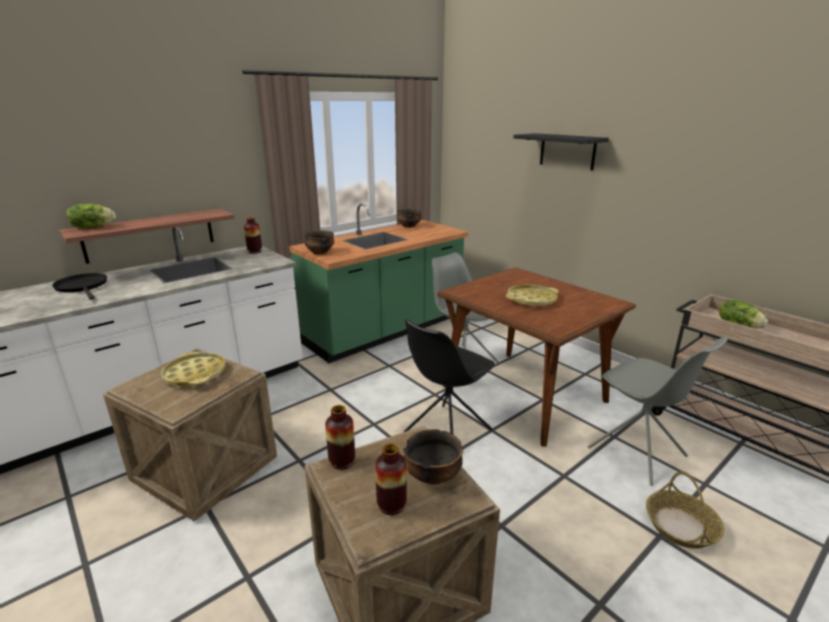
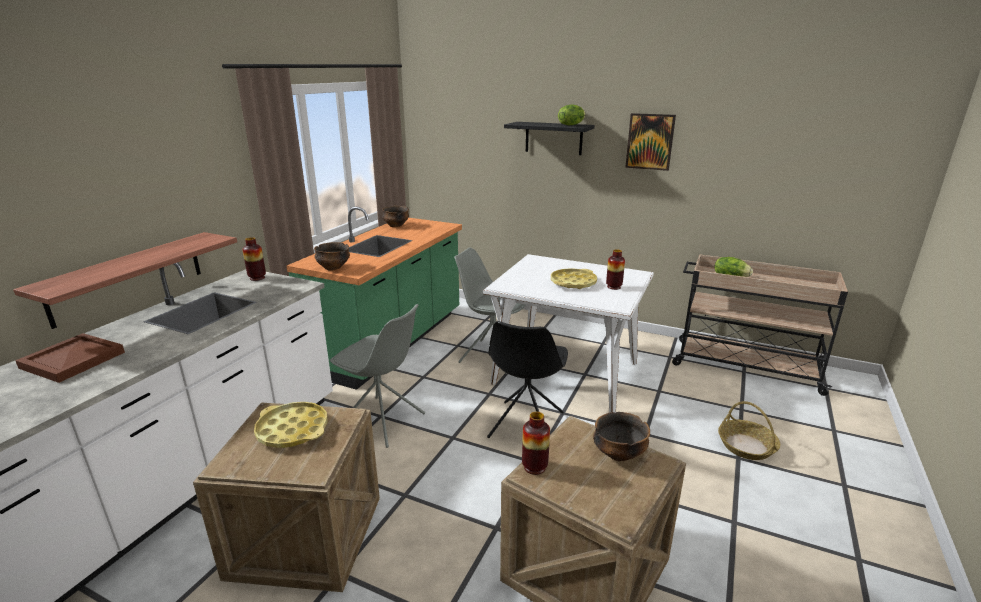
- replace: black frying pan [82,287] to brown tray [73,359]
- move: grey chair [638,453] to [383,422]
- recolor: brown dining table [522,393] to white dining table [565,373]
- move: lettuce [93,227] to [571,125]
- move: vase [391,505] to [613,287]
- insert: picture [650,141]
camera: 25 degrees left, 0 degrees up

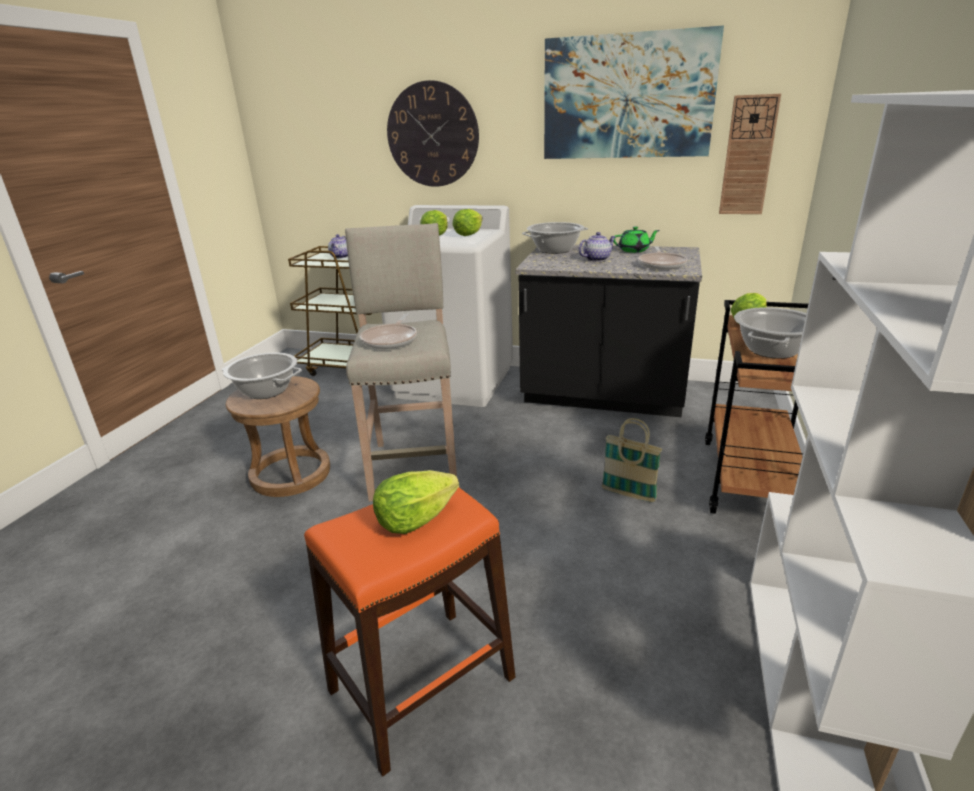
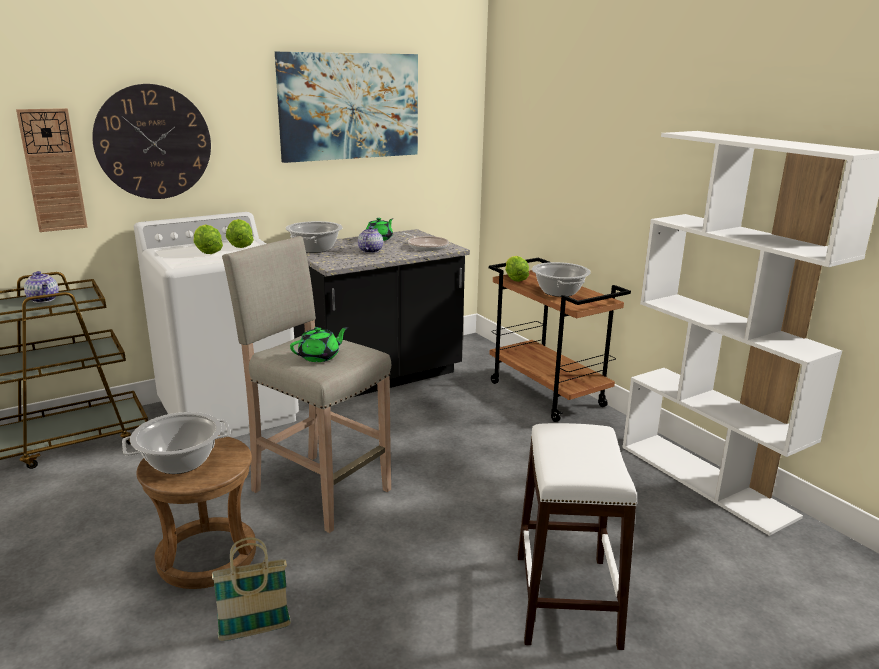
- move: wall clock [748,156] to [53,170]
- move: basket [628,494] to [255,631]
- replace: frying pan [391,339] to green teapot [320,357]
- recolor: orange stool [423,684] to white stool [567,599]
- delete: lettuce [414,520]
camera: 50 degrees left, 5 degrees down

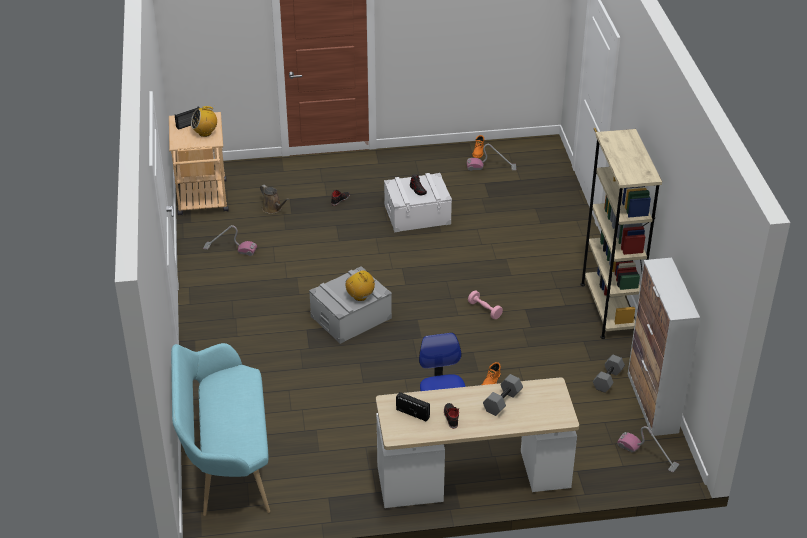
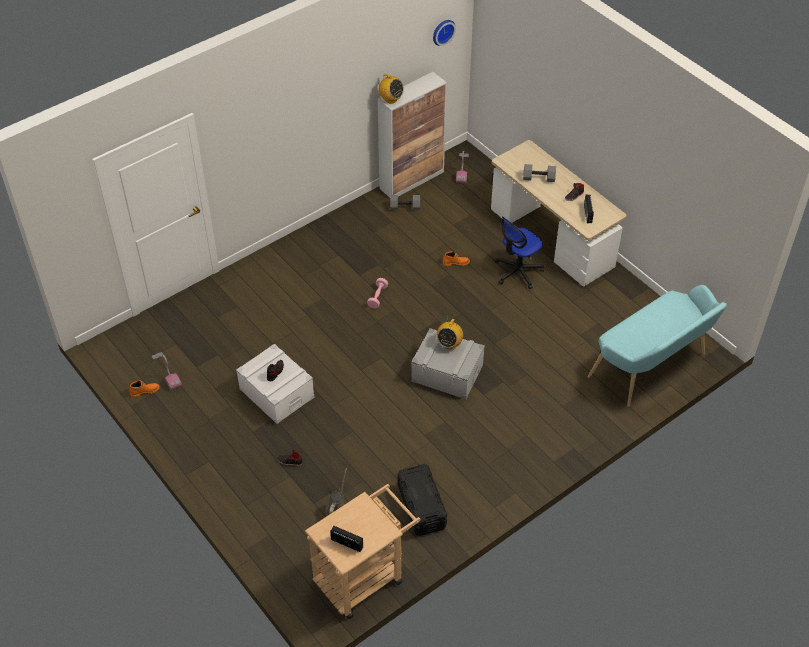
- move: radio [205,133] to [390,99]
- replace: vacuum cleaner [230,249] to black storage box [421,507]
- insert: wall clock [442,31]
- delete: beige bookcase [609,308]
camera: 120 degrees left, 10 degrees up

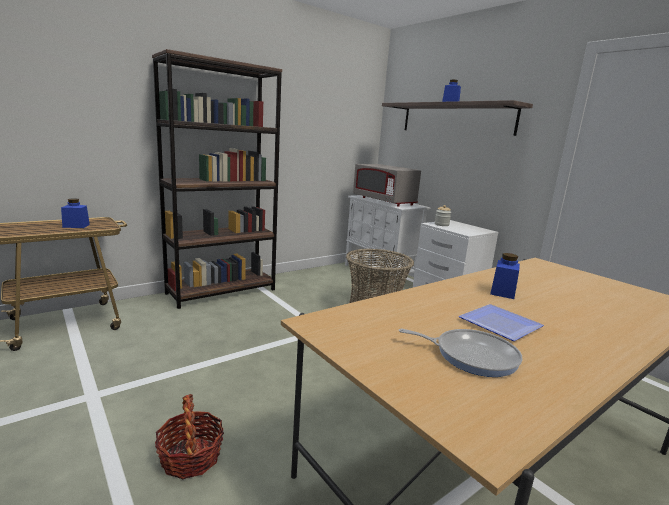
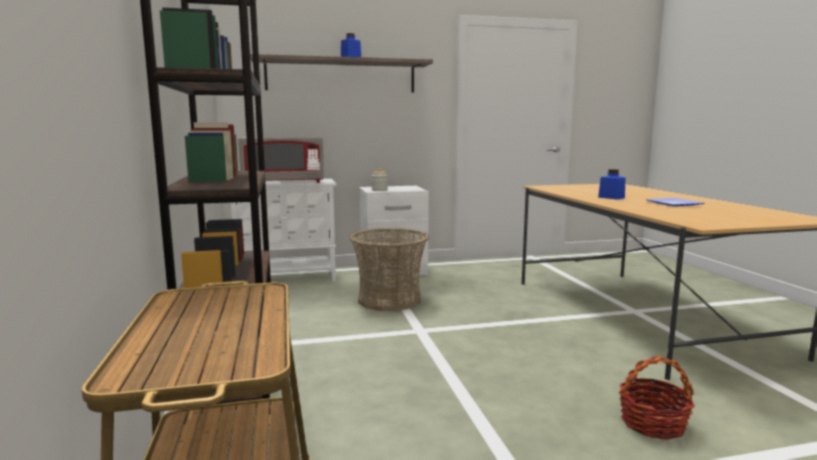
- delete: blue jar [76,226]
- delete: frying pan [471,356]
camera: 65 degrees left, 5 degrees down

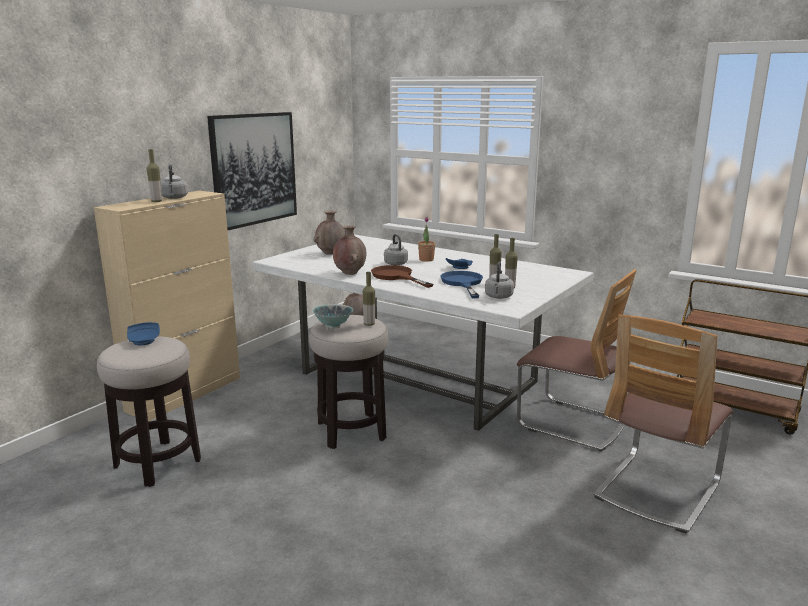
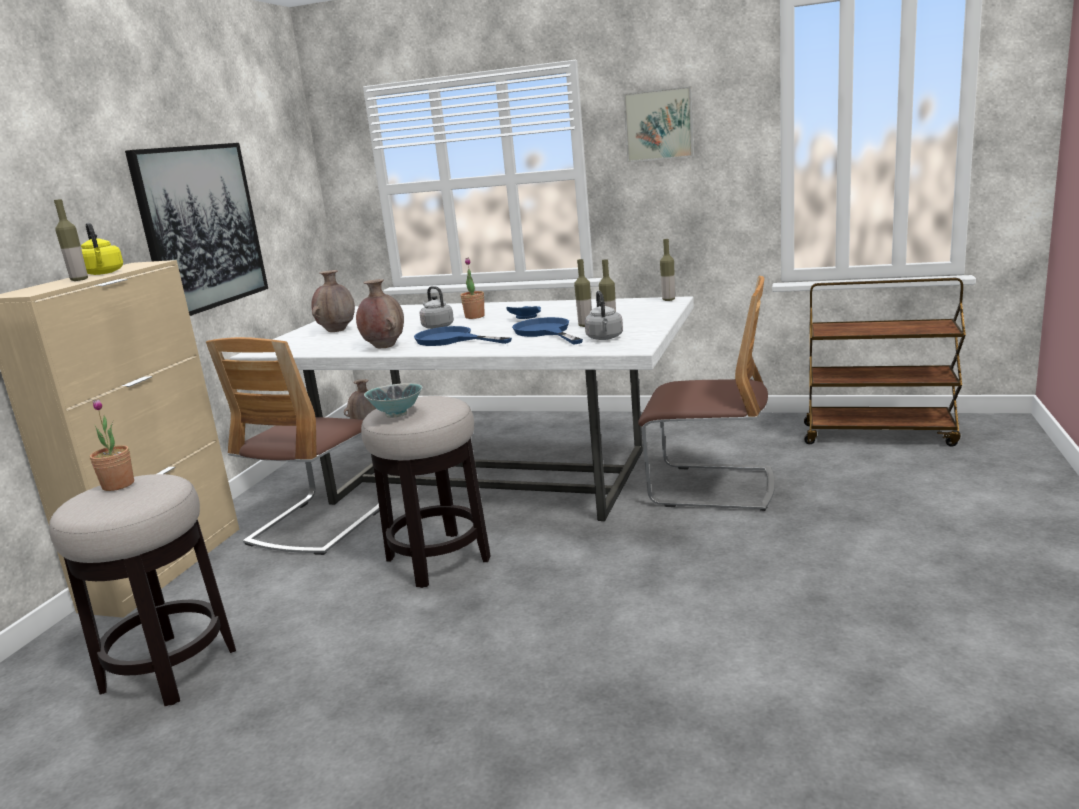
- recolor: grey kettle [174,198] to yellow kettle [103,273]
- replace: blue plate [144,340] to potted plant [118,485]
- move: chair [657,490] to [318,524]
- recolor: brown frying pan [396,276] to blue frying pan [451,340]
- insert: picture [659,125]
- move: bottle [369,324] to [668,300]
camera: 15 degrees left, 0 degrees up

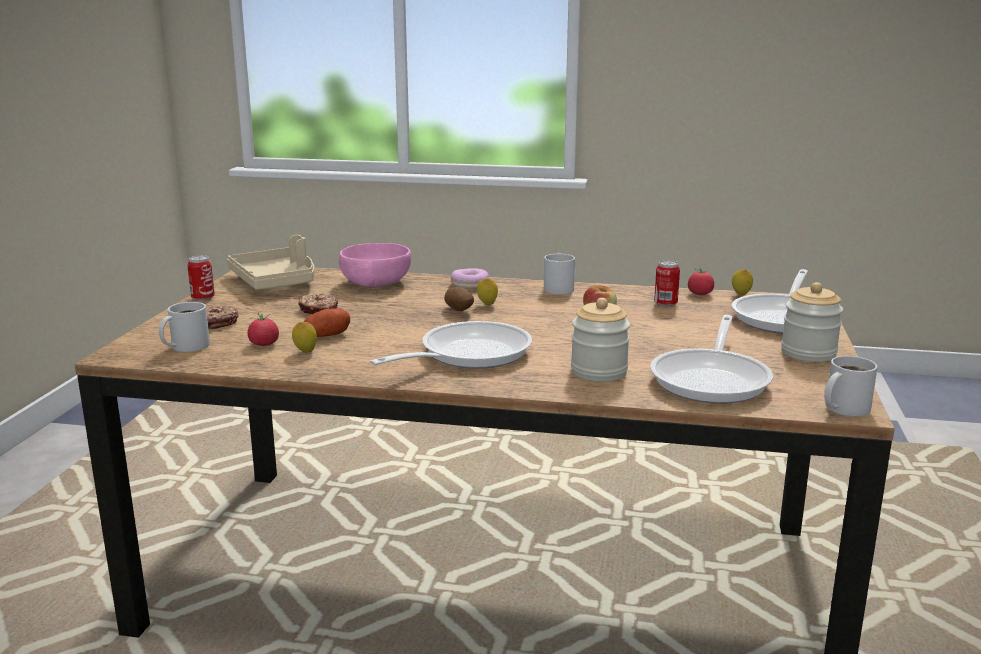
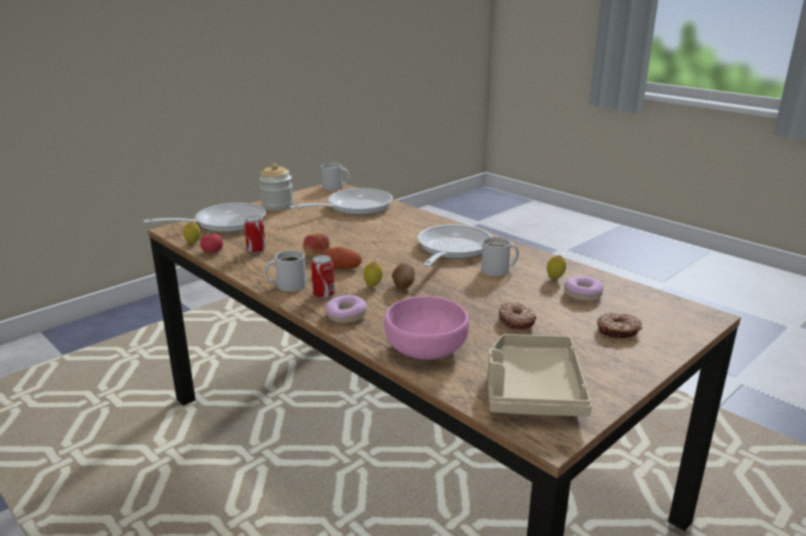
- move: can [203,298] to [323,295]
- move: potato [326,336] to [342,268]
- rotate: frying pan [467,355] = [451,249] 120 degrees clockwise
- move: white mug [186,346] to [498,270]
- replace: tomato [264,344] to donut [582,294]
- delete: jar [599,371]
camera: 145 degrees left, 5 degrees up

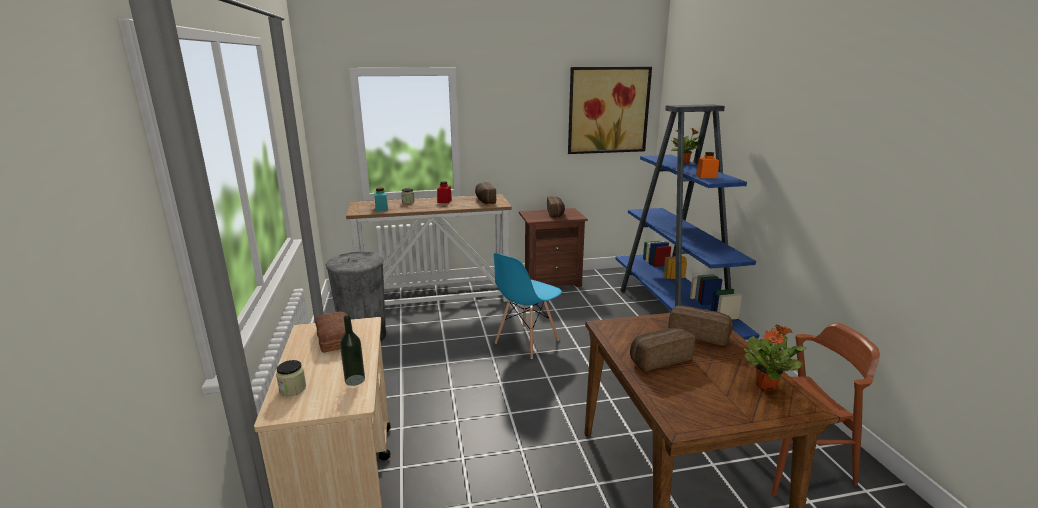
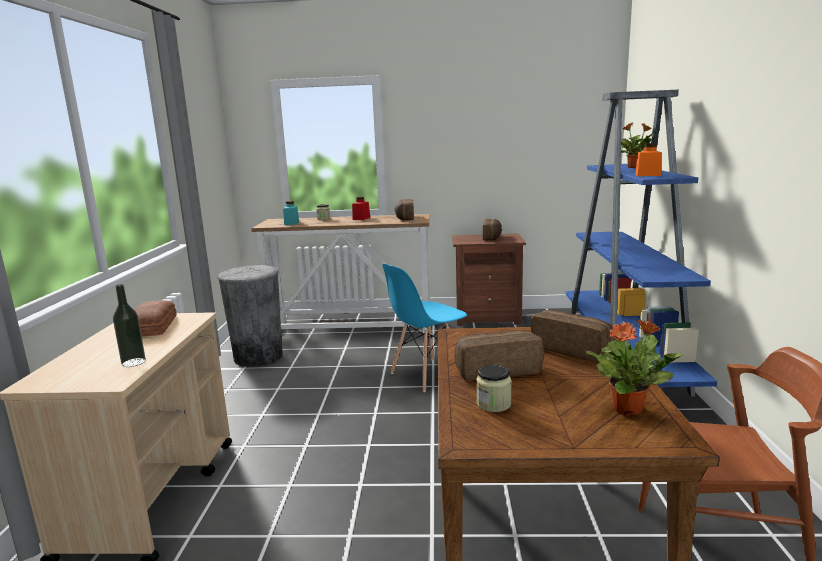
- move: jar [292,389] to [493,404]
- delete: picture [608,110]
camera: 15 degrees right, 5 degrees down

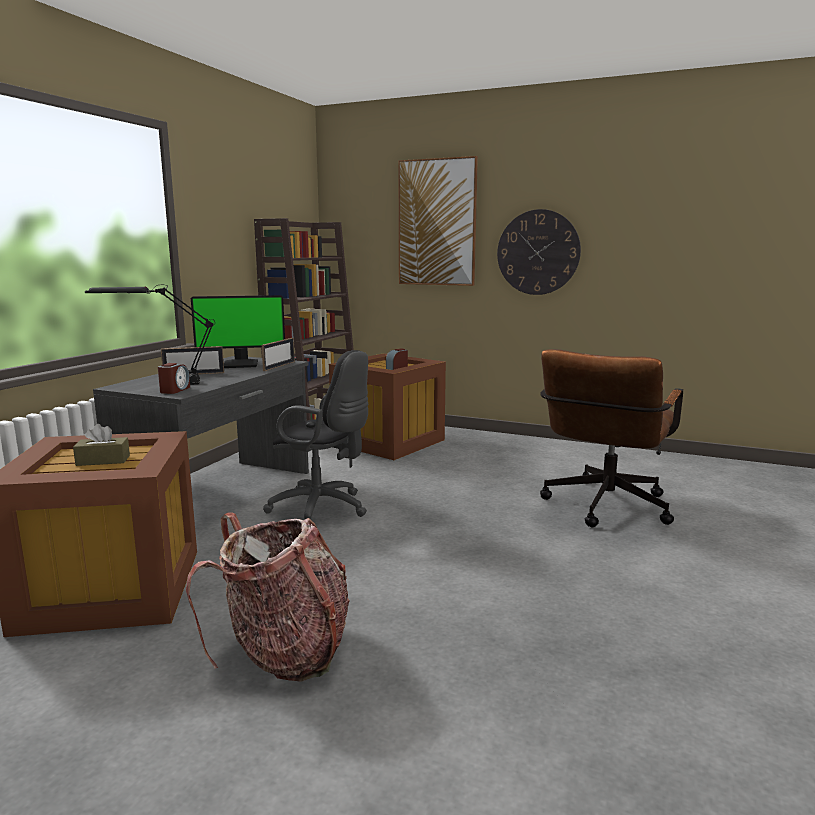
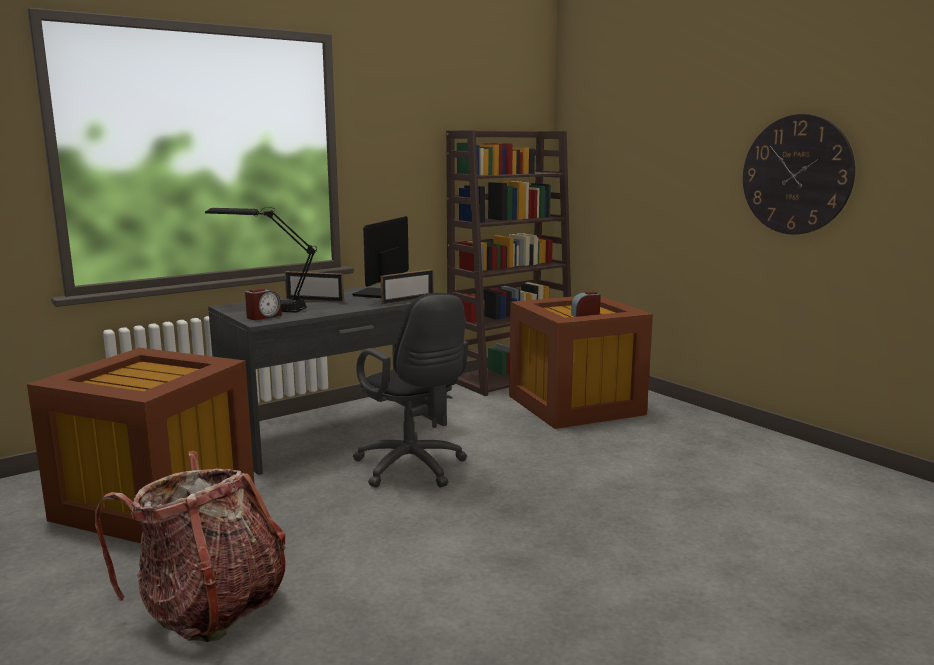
- rotate: monitor [241,364] = [378,294] 90 degrees clockwise
- delete: brown tissue box [103,460]
- delete: picture [437,223]
- delete: brown office chair [603,509]
camera: 30 degrees right, 0 degrees up

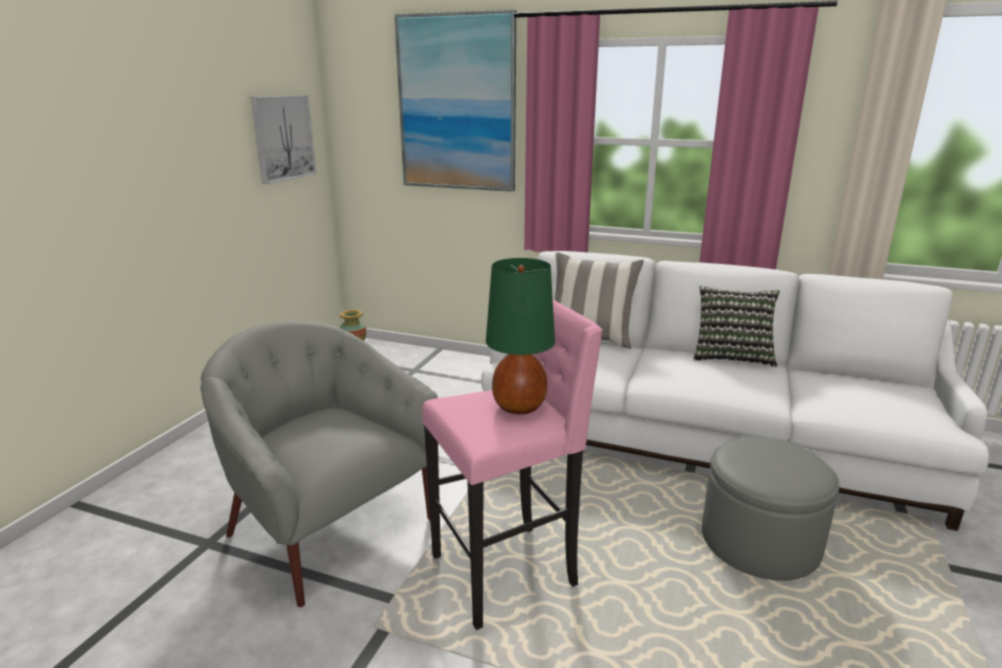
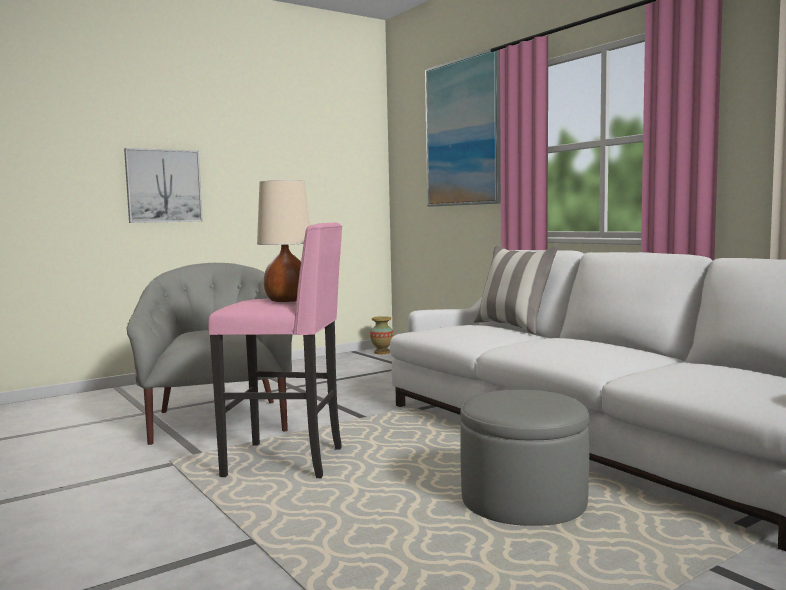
- move: picture [283,138] to [163,186]
- recolor: green table lamp [518,406] to beige table lamp [286,301]
- delete: pillow [732,356]
camera: 35 degrees right, 15 degrees down

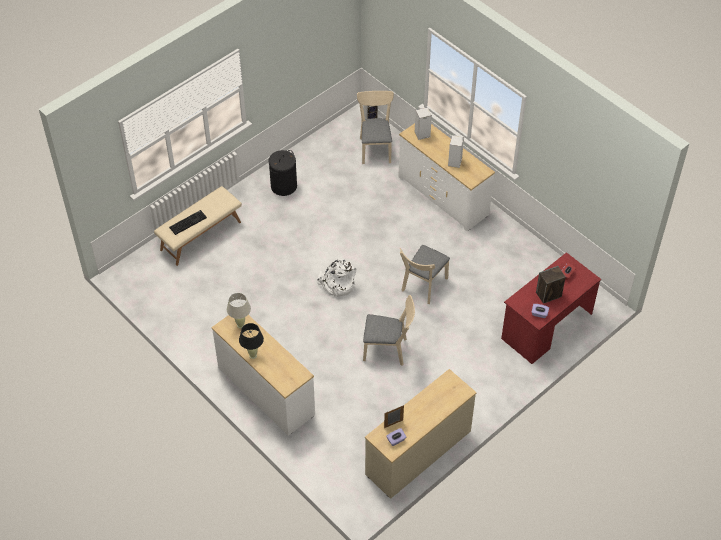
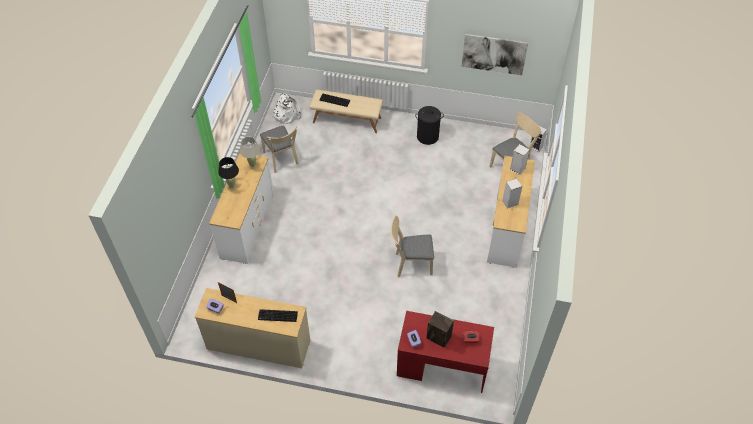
- insert: keyboard [277,316]
- move: beige chair [388,350] to [281,160]
- move: white backpack [337,284] to [286,114]
- insert: picture [494,54]
camera: 55 degrees right, 0 degrees up

